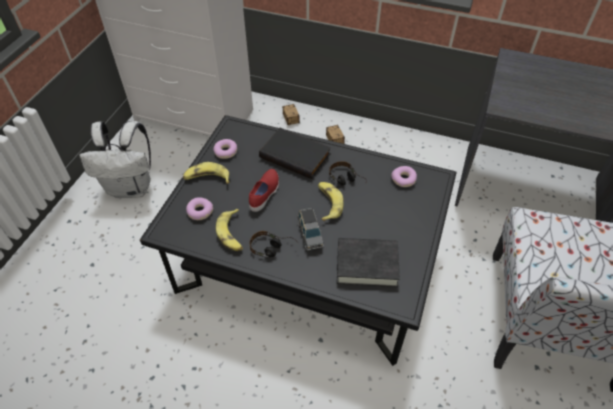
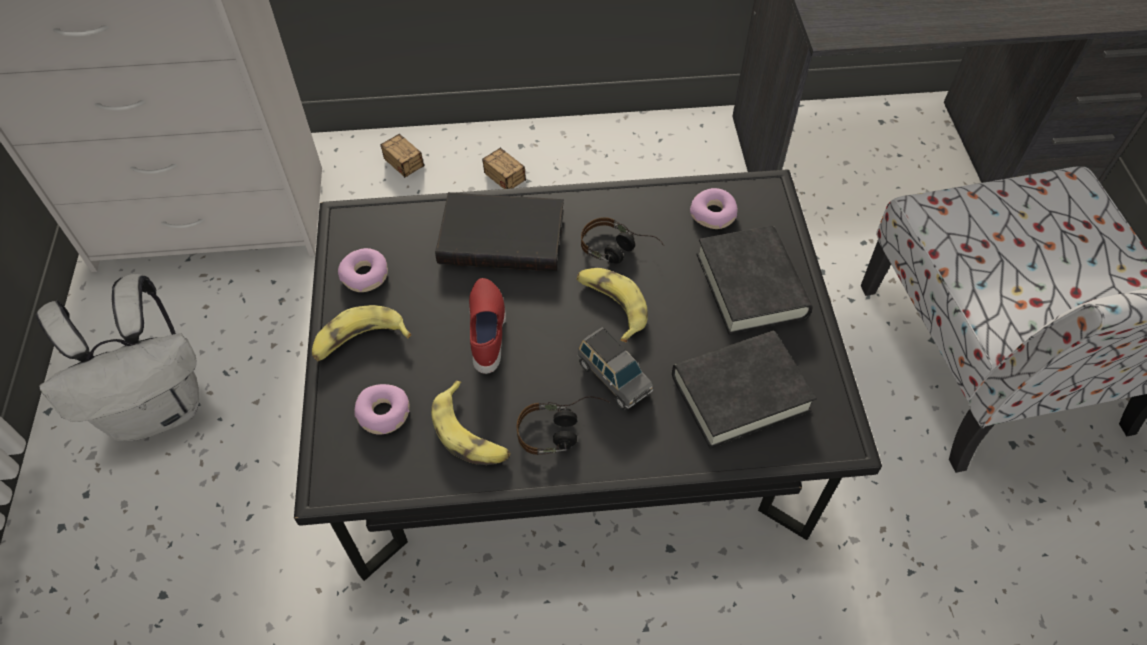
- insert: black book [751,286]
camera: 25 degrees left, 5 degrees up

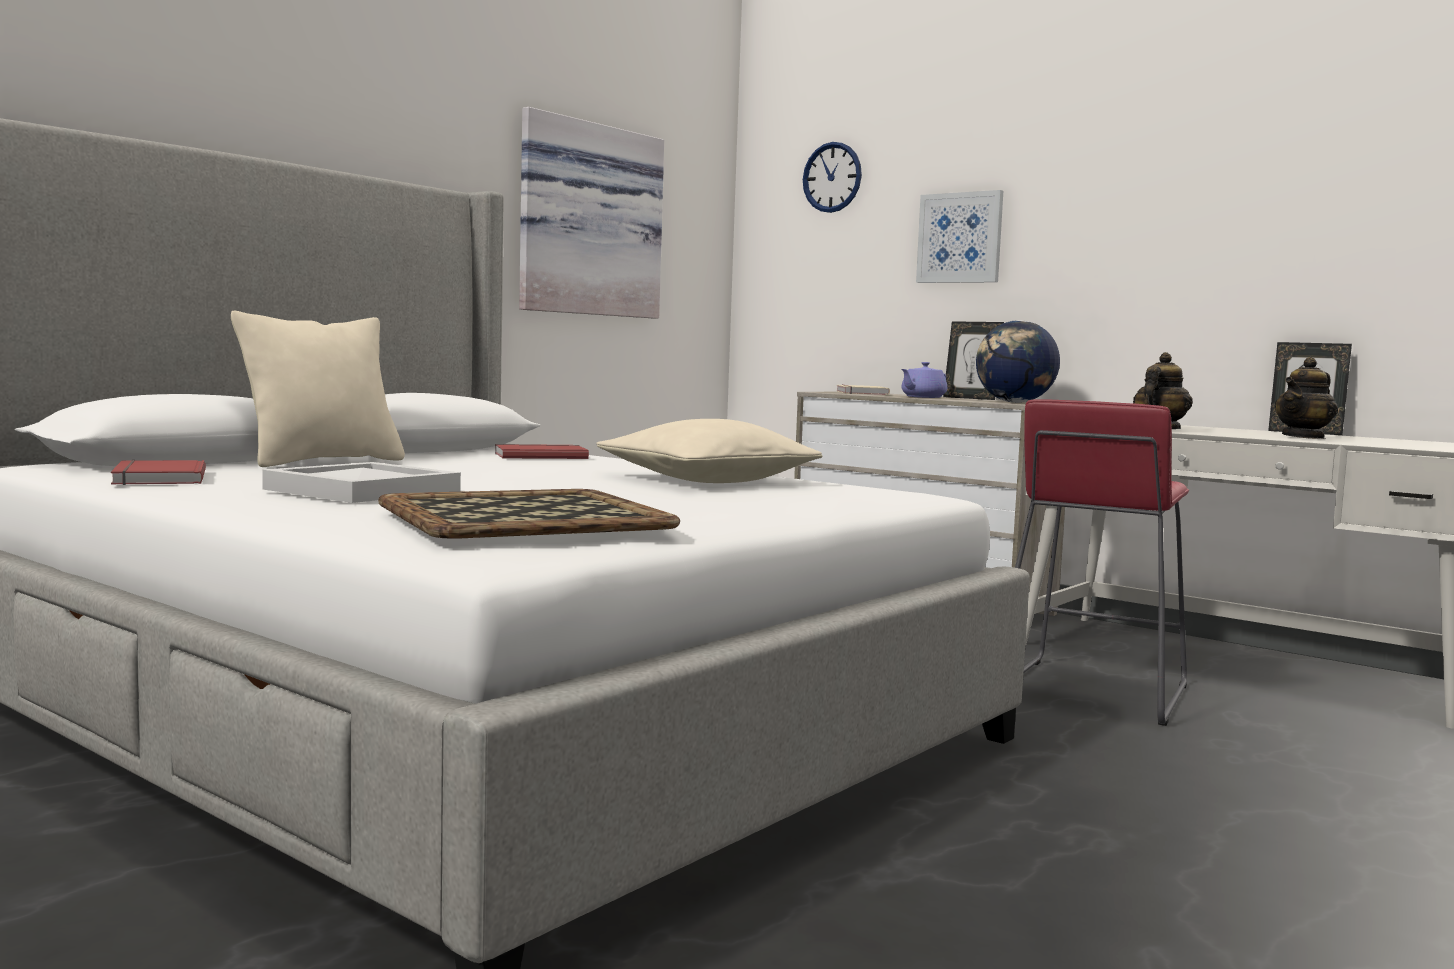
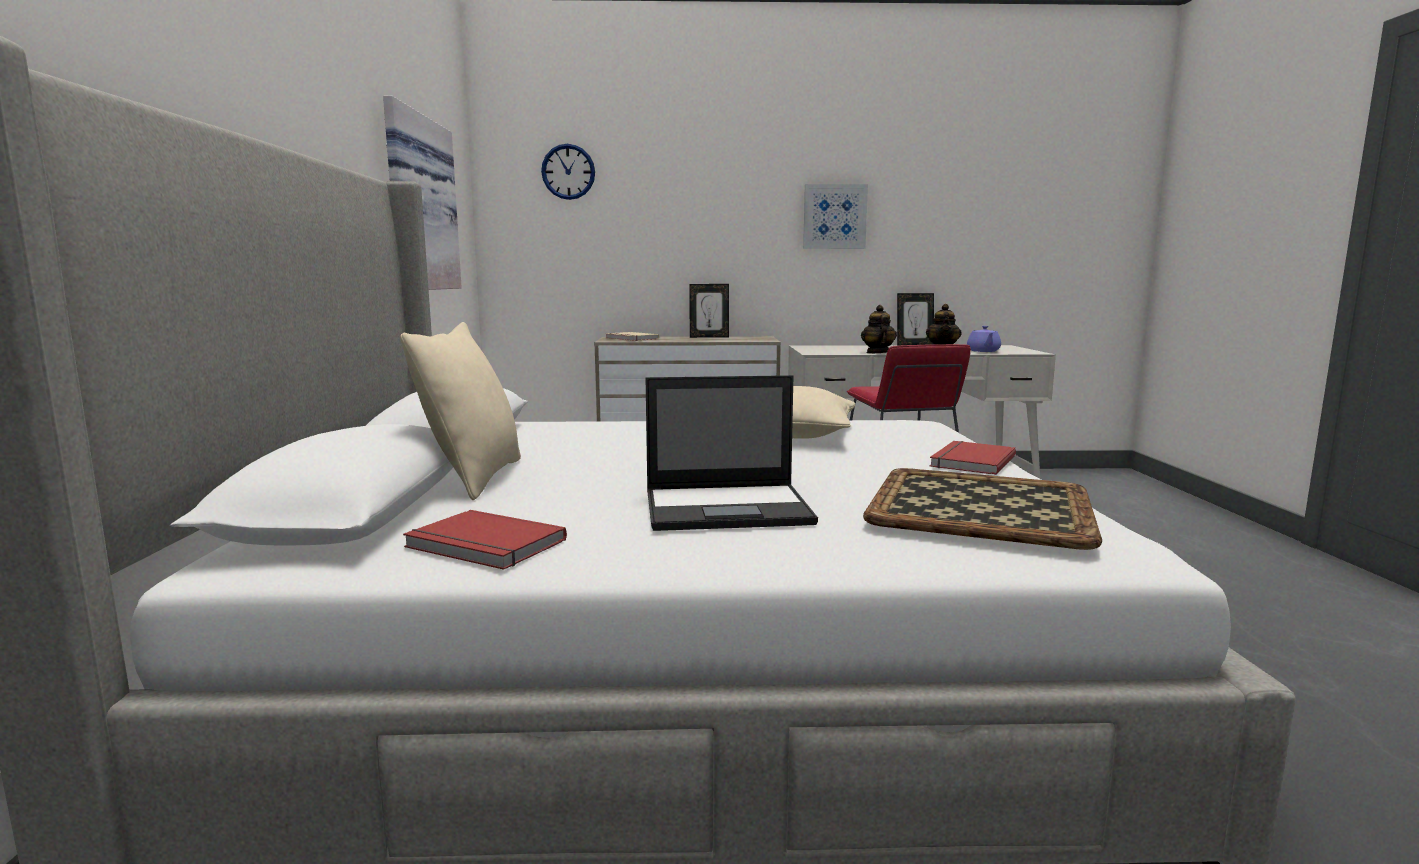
- replace: white tray [366,490] to laptop [729,508]
- move: picture [960,238] to [834,217]
- move: red book [540,456] to [970,461]
- move: purple teapot [922,397] to [983,351]
- delete: globe [1015,402]
camera: 40 degrees left, 5 degrees up

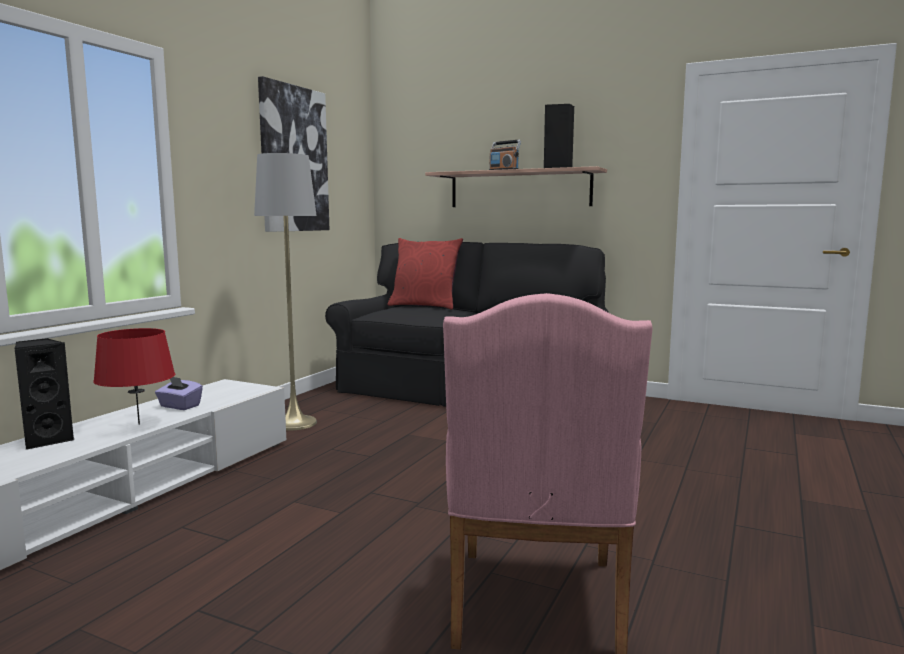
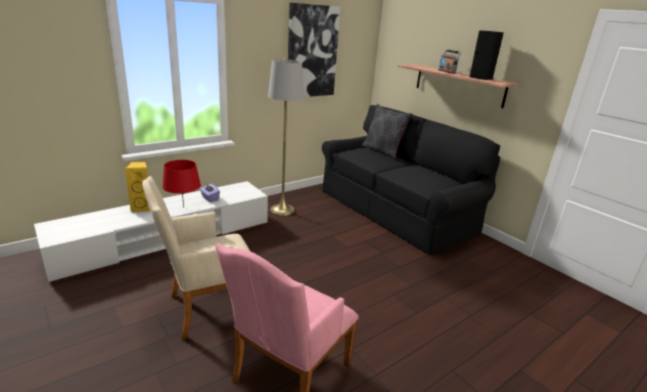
- recolor: black speaker [47,440] to yellow speaker [142,208]
- insert: beige armchair [207,308]
- recolor: red pillow [425,306] to grey pillow [383,151]
camera: 25 degrees right, 15 degrees up

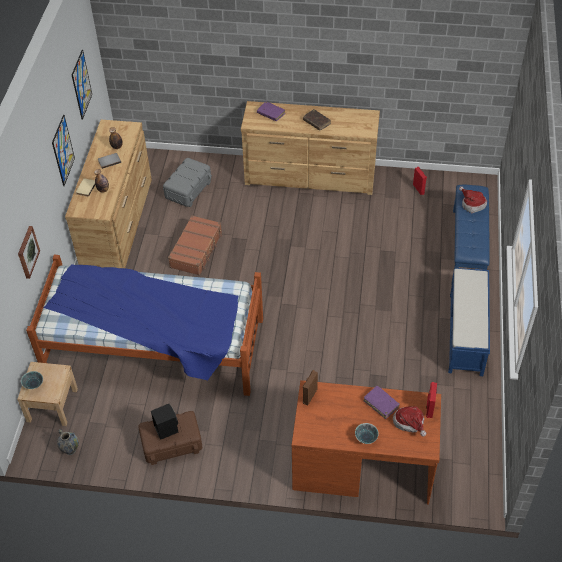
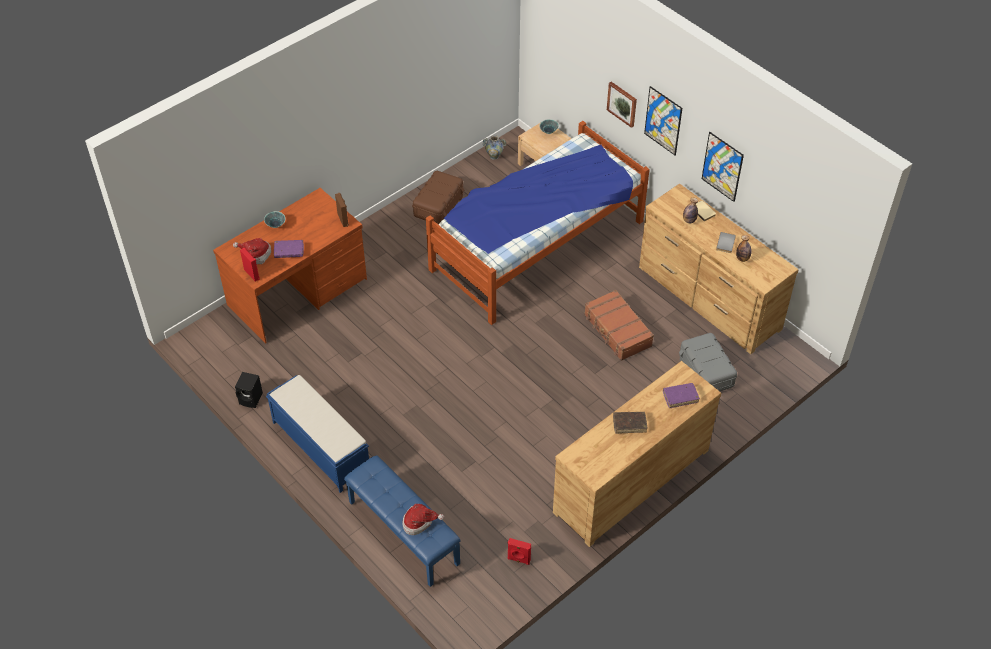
- move: black speaker [166,428] to [251,399]
- move: picture [81,85] to [663,120]
camera: 130 degrees right, 0 degrees up

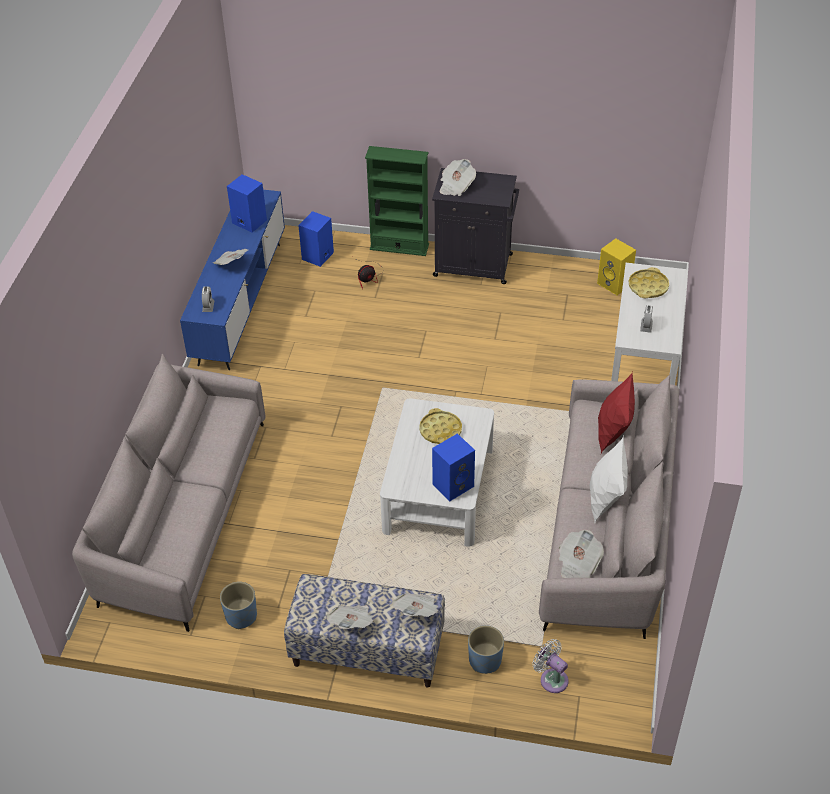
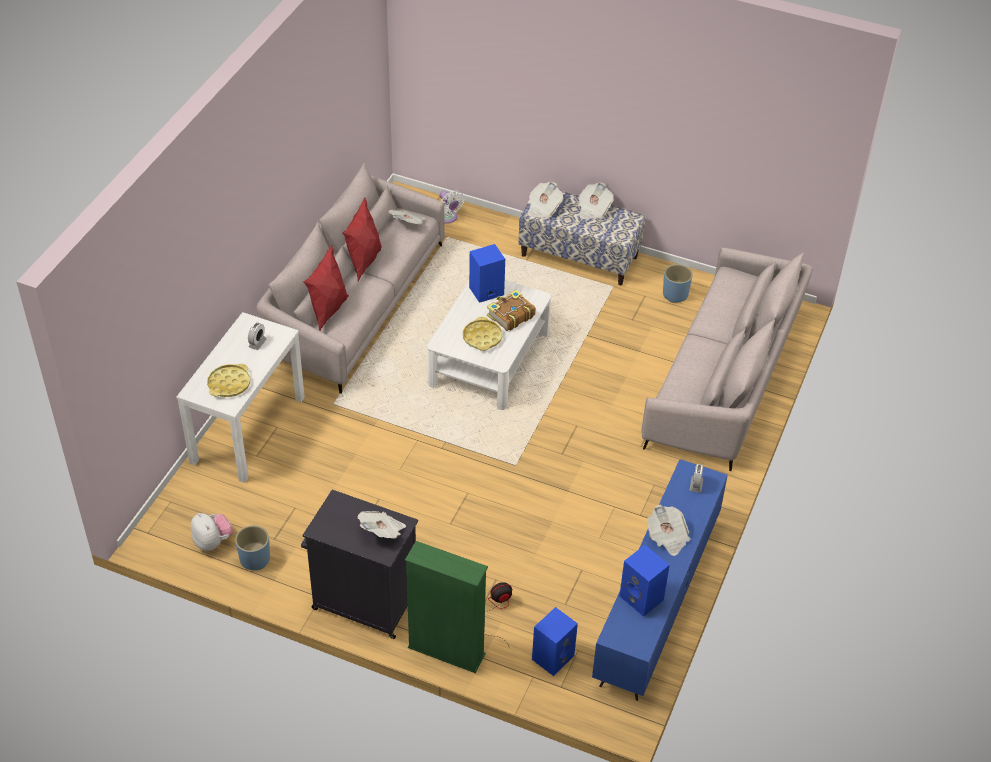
- replace: yellow speaker [615,284] to plush toy [213,542]
- move: blue planter [484,660] to [255,559]
- recolor: white pillow [605,500] to red pillow [363,261]
- insert: book [510,316]
camera: 170 degrees left, 0 degrees up

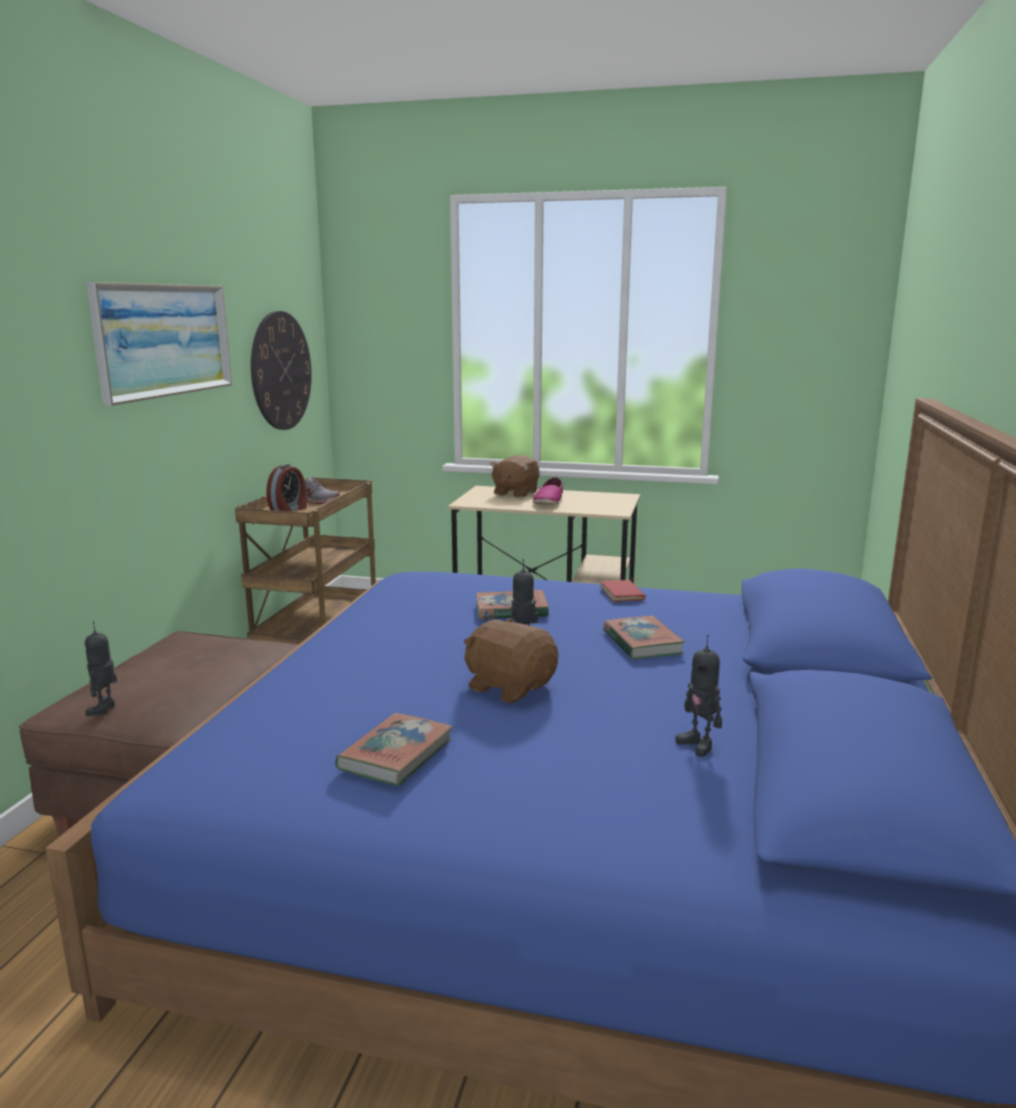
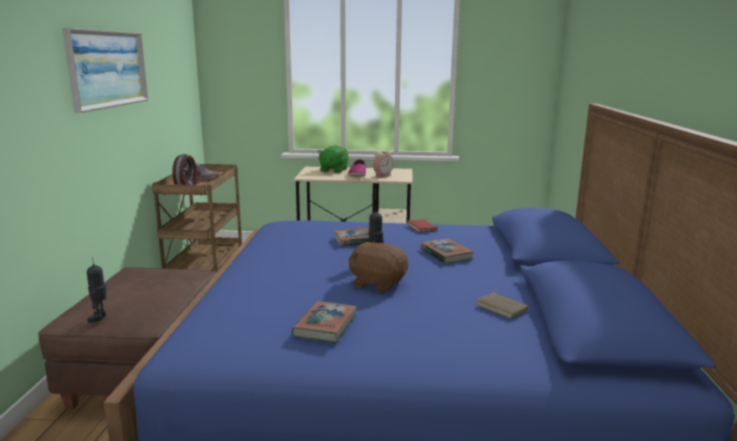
- recolor: brown plush toy [515,493] to green plush toy [333,170]
- insert: alarm clock [383,176]
- replace: toy robot [698,745] to brown book [503,307]
- delete: wall clock [281,371]
camera: 10 degrees left, 0 degrees up

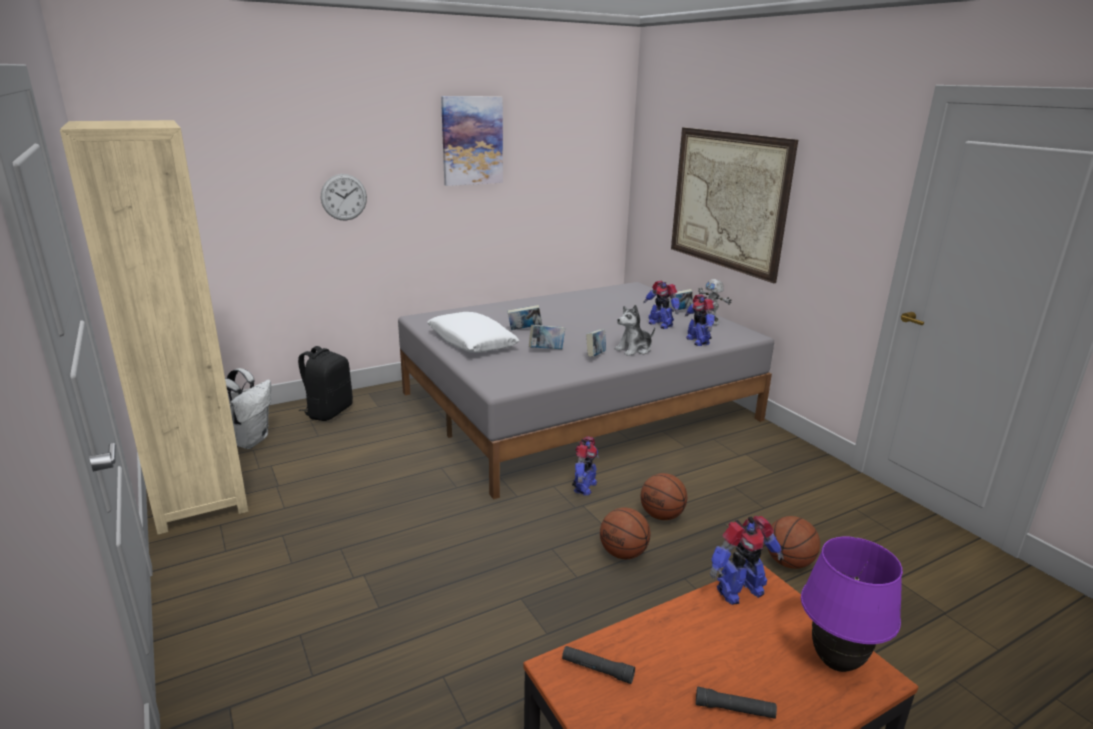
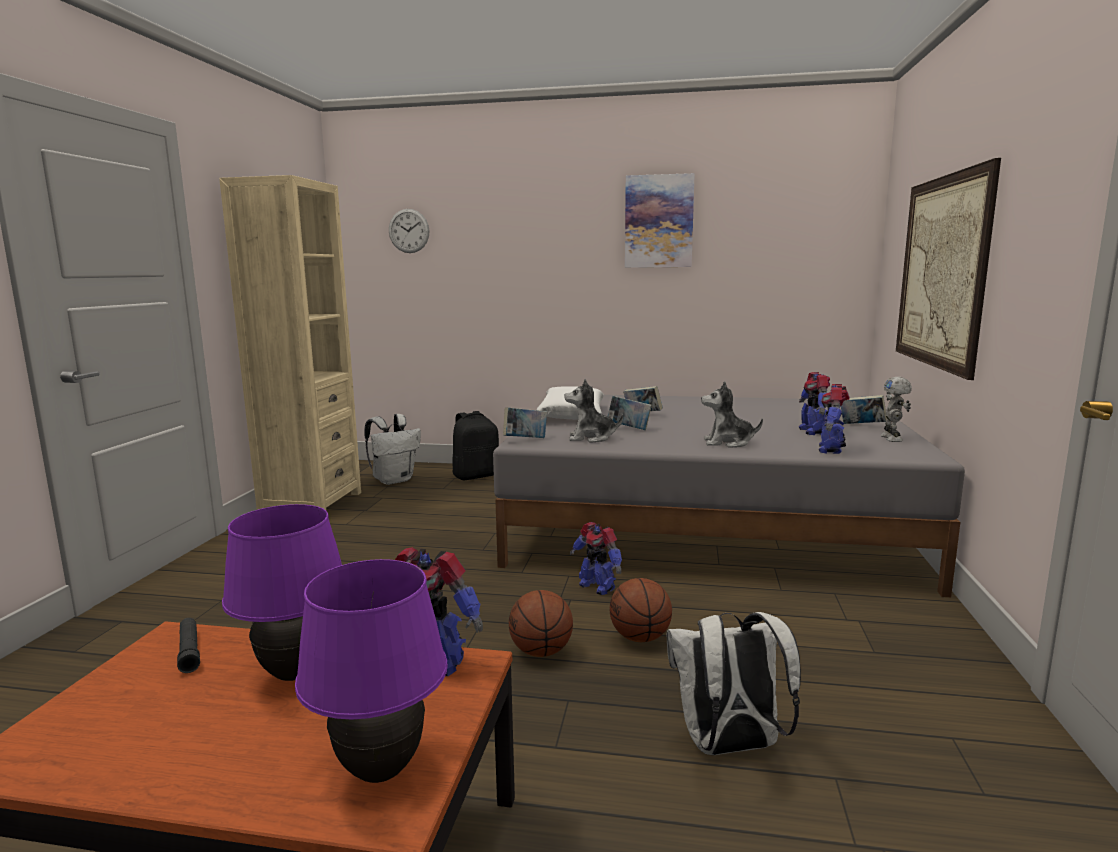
- insert: purple table lamp [294,674]
- move: wall clock [344,197] to [409,231]
- move: book [595,356] to [525,440]
- insert: plush toy [591,438]
- rotate: toy robot [584,487] = [597,586] 75 degrees clockwise
- replace: basketball [788,563] to white backpack [729,746]
- delete: black flashlight [734,709]
camera: 40 degrees right, 10 degrees down

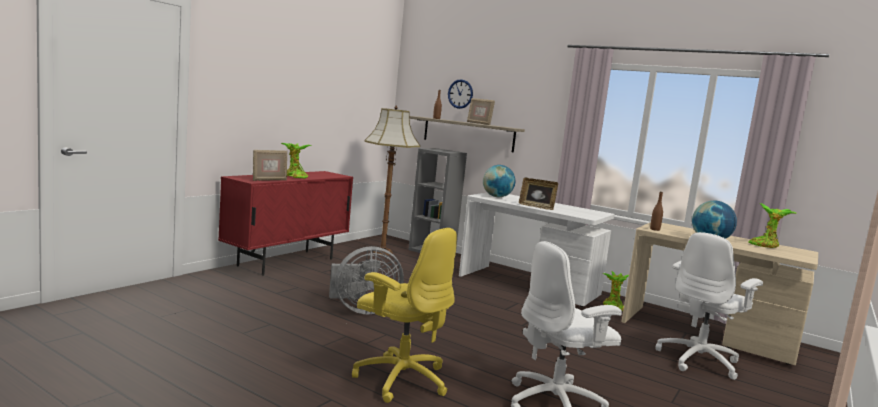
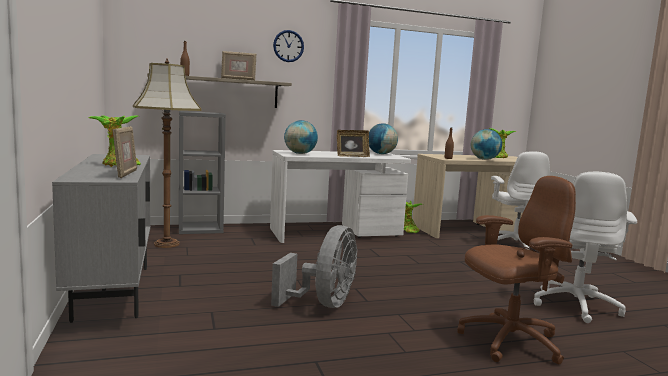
- recolor: red cabinet [286,262] to grey cabinet [113,292]
- move: wall clock [460,94] to [288,46]
- insert: globe [381,154]
- recolor: yellow office chair [401,379] to brown office chair [508,341]
camera: 50 degrees left, 0 degrees up

